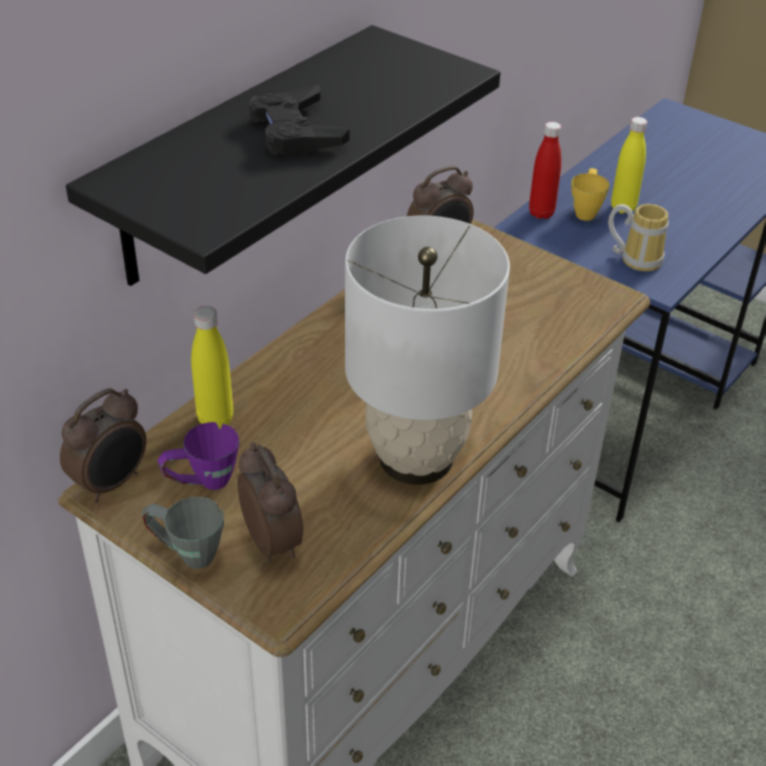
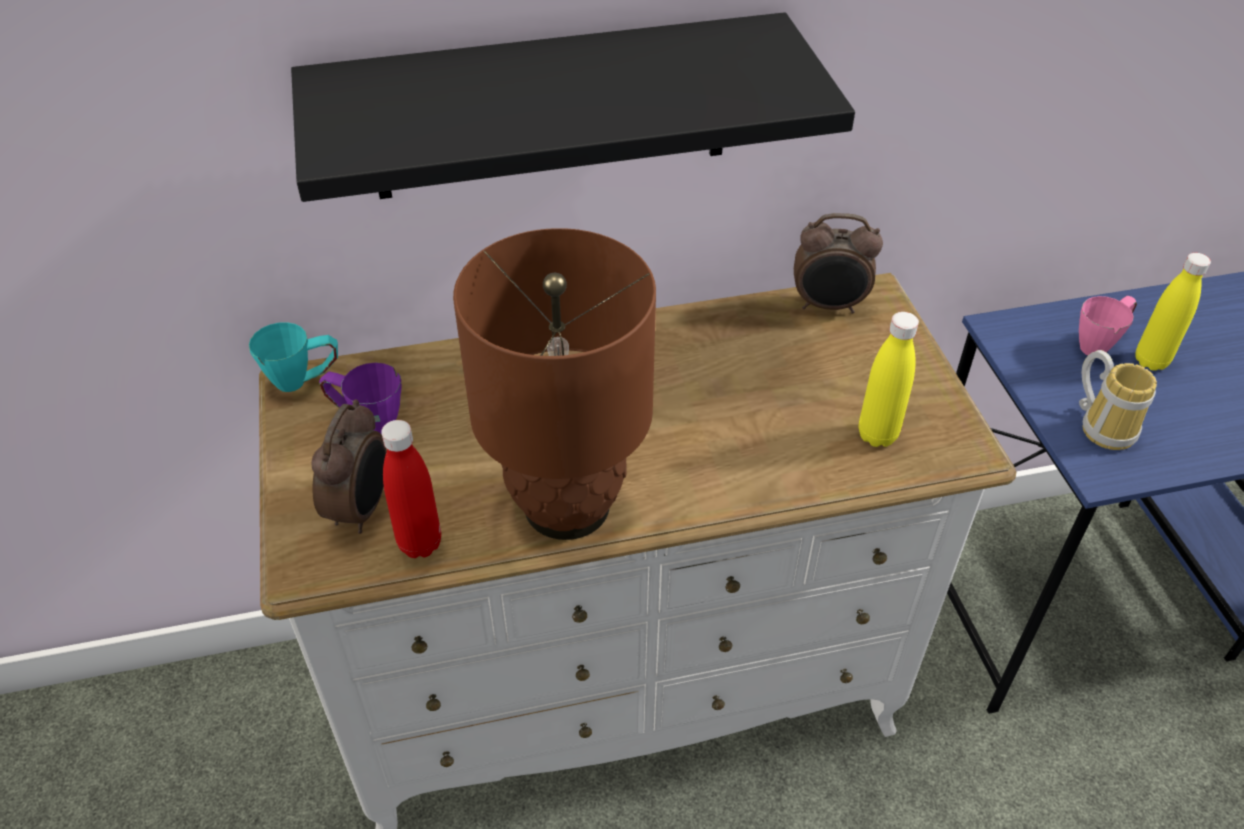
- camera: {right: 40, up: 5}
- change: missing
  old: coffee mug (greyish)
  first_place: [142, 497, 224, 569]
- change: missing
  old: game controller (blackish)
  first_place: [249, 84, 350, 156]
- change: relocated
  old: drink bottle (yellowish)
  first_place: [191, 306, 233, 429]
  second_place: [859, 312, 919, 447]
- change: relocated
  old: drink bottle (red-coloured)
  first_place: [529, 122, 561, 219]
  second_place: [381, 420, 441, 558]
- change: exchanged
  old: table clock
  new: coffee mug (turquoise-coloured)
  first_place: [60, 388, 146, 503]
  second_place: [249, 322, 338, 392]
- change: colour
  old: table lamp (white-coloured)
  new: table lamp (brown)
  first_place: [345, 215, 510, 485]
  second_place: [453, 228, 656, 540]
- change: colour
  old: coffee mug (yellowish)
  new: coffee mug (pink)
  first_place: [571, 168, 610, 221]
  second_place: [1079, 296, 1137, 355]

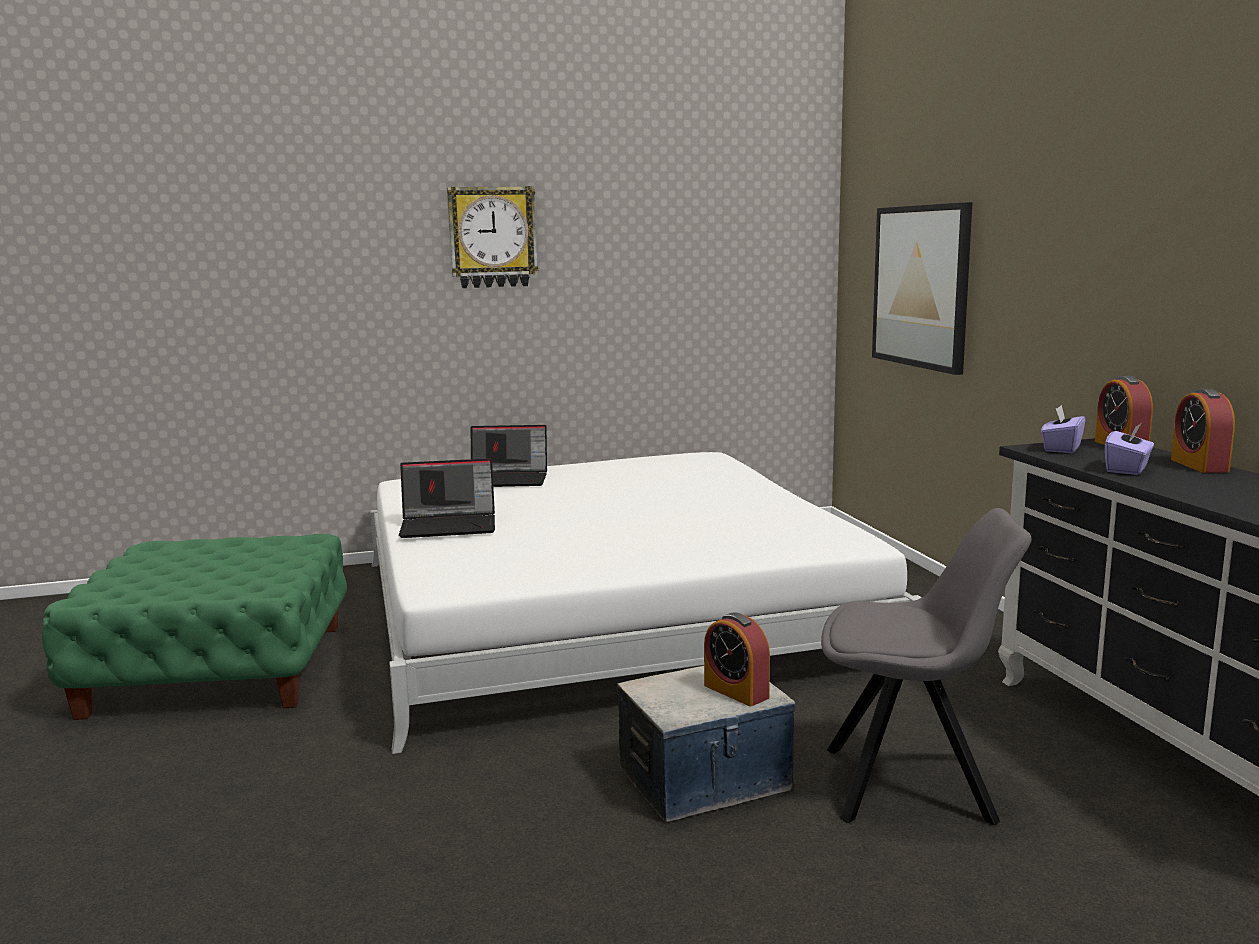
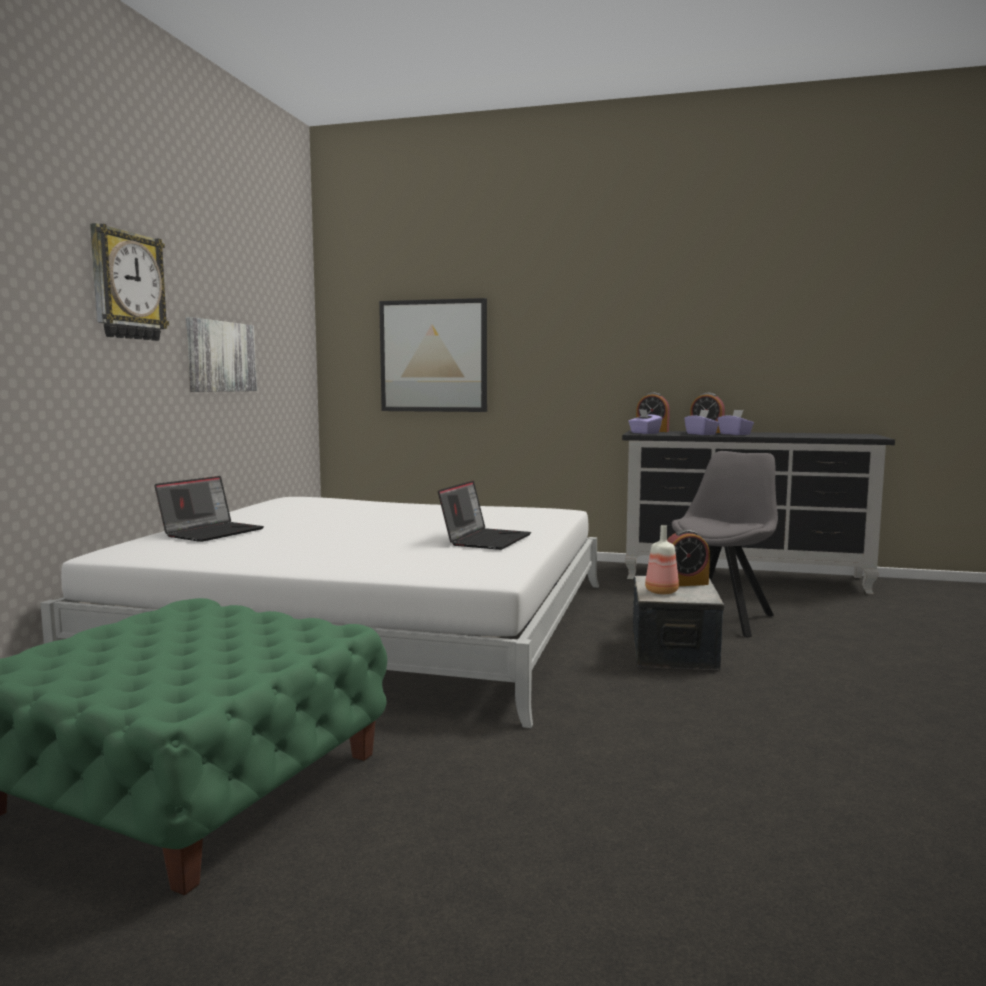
- camera: {right: -60, up: -5}
- change: appeared
  new: wall art
  second_place: [186, 317, 257, 392]
- change: appeared
  new: drink bottle
  second_place: [645, 525, 679, 594]
- change: appeared
  new: box of tissues (purple-coloured)
  second_place: [718, 410, 754, 435]
- change: relocated
  old: portable computer
  first_place: [399, 458, 495, 538]
  second_place: [438, 481, 531, 550]

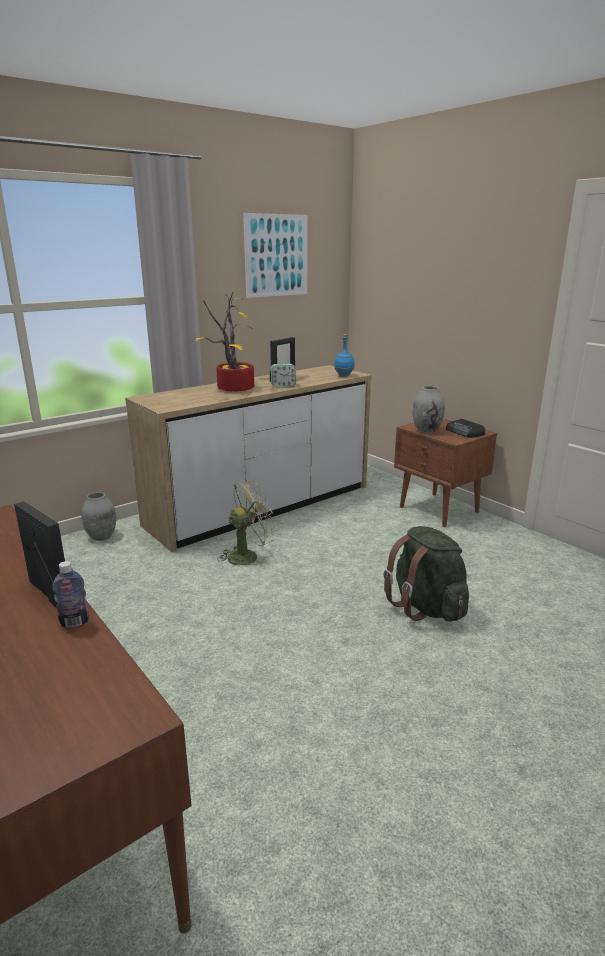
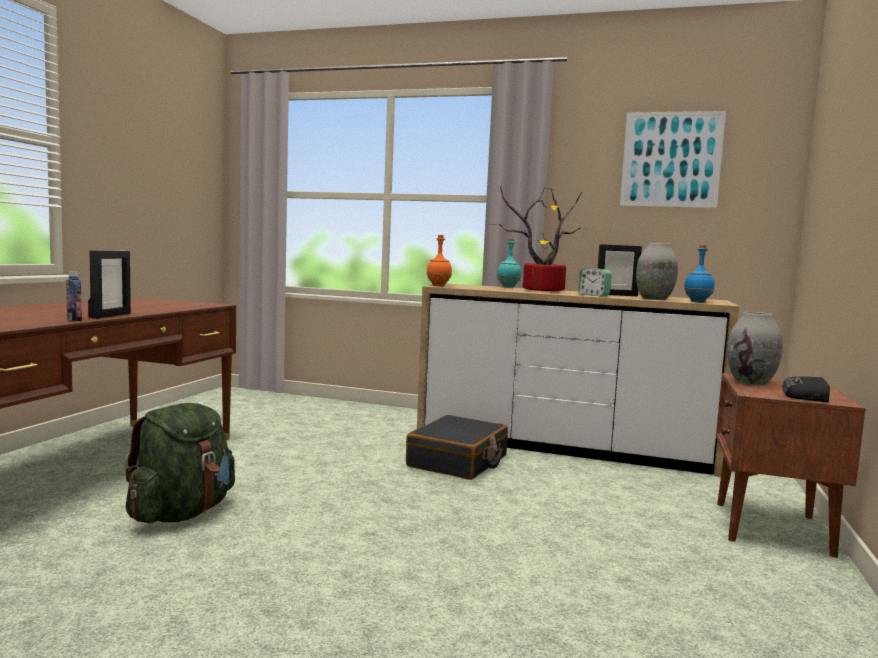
- camera: {right: 55, up: -15}
- change: appeared
  new: drink bottle (orangey)
  second_place: [426, 235, 452, 286]
- change: appeared
  new: drink bottle (turquoise-coloured)
  second_place: [497, 239, 521, 288]
- change: relocated
  old: flower vase (greyish)
  first_place: [81, 492, 116, 541]
  second_place: [636, 243, 678, 300]
- change: relocated
  old: knapsack (greenish)
  first_place: [383, 526, 469, 622]
  second_place: [125, 403, 235, 523]
- change: exchanged
  old: cooling fan (greenish)
  new: suitcase (blackish)
  first_place: [217, 480, 277, 567]
  second_place: [406, 415, 508, 480]

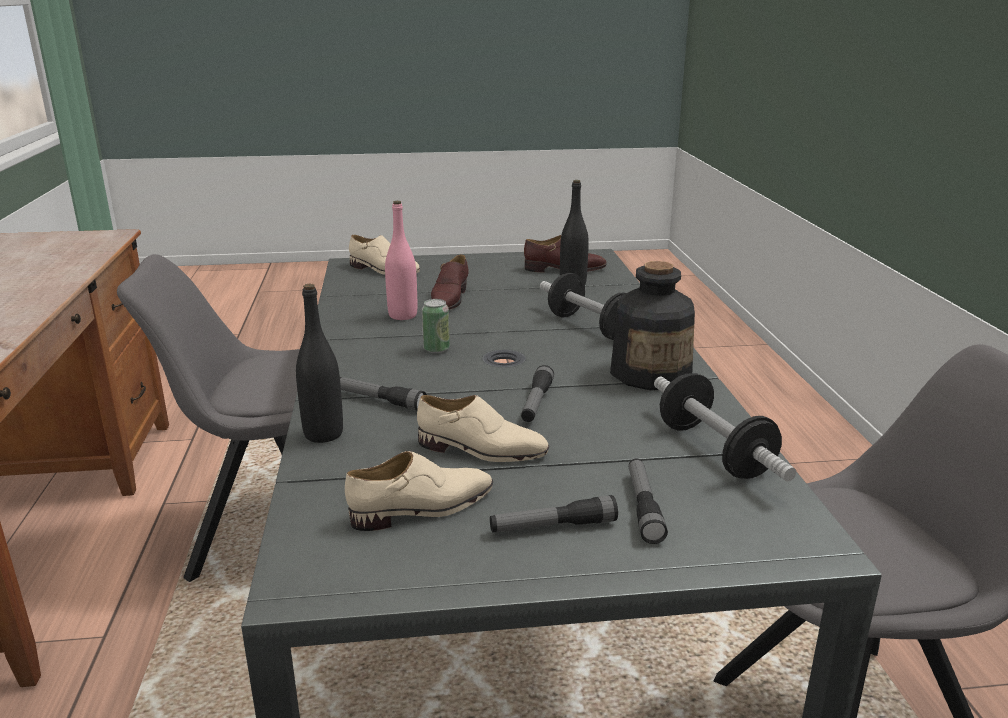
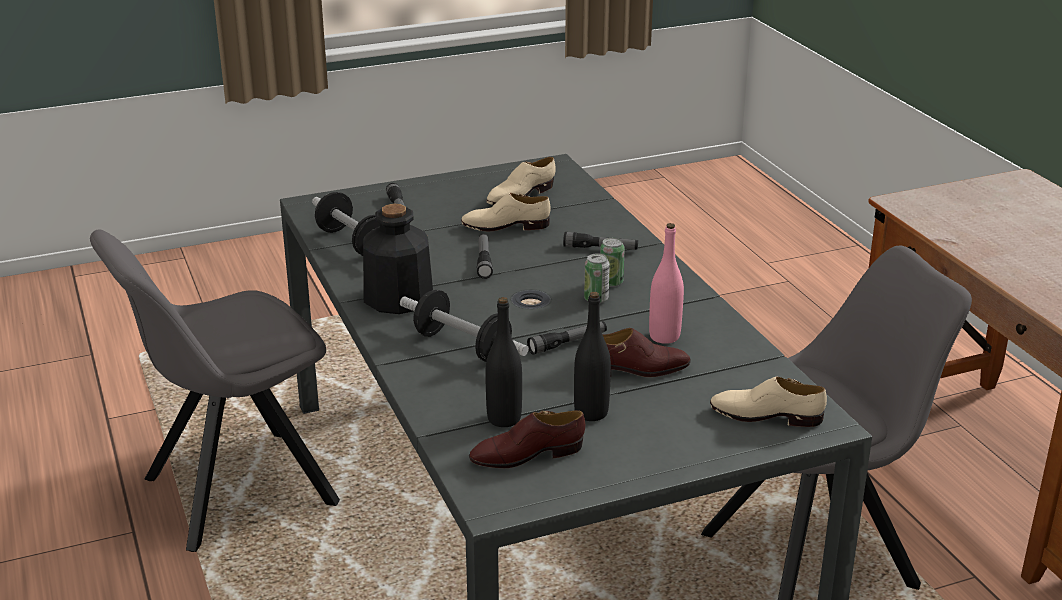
- camera: {right: 165, up: 5}
- change: appeared
  new: can
  second_place: [600, 238, 625, 287]
- change: relocated
  old: drink bottle (blackish)
  first_place: [296, 284, 343, 443]
  second_place: [574, 292, 611, 421]
- change: relocated
  old: hand torch
  first_place: [490, 495, 618, 532]
  second_place: [527, 321, 607, 355]
- change: spun
  old: low shoe (brown)
  first_place: [431, 255, 469, 310]
  second_place: [602, 328, 691, 377]
  degrees: 90

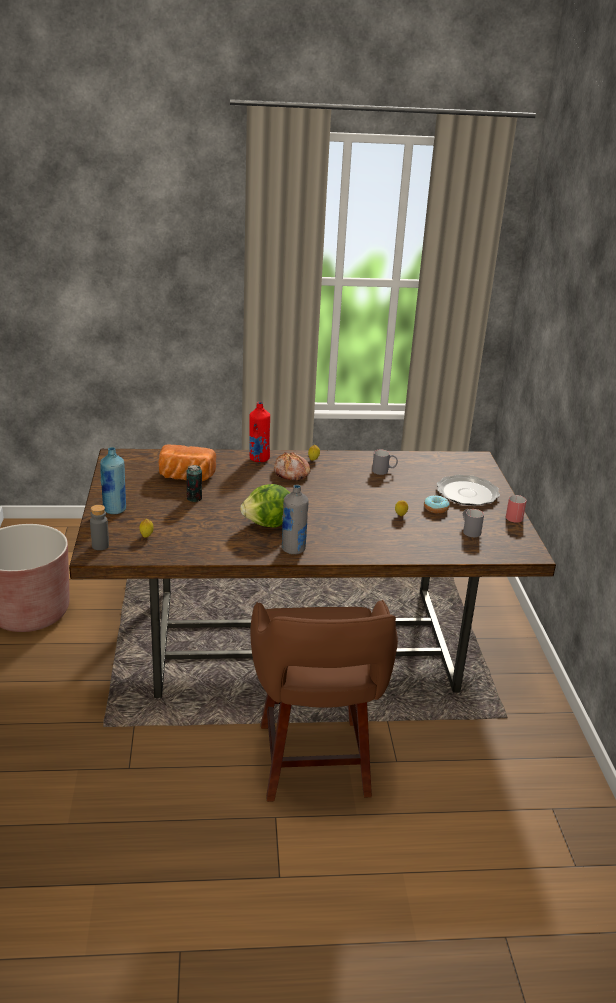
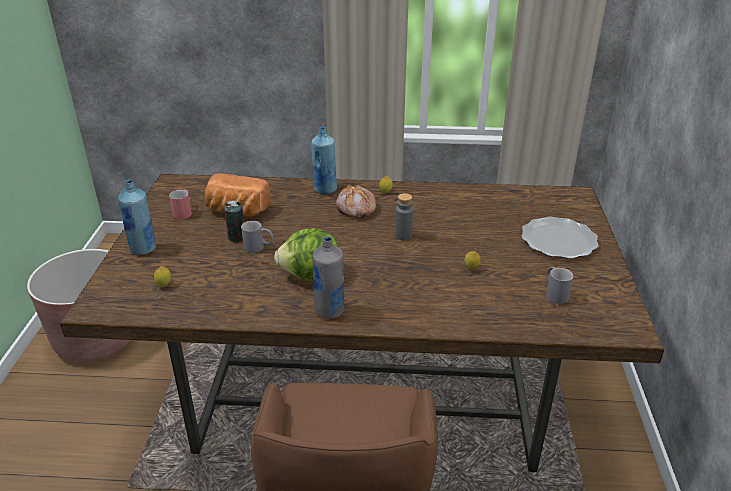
- camera: {right: 10, up: 5}
- change: missing
  old: doughnut
  first_place: [424, 495, 449, 514]
- change: relocated
  old: drink bottle (greyish)
  first_place: [90, 505, 109, 550]
  second_place: [395, 193, 413, 240]
- change: relocated
  old: coffee mug (greyish)
  first_place: [372, 450, 398, 475]
  second_place: [241, 221, 274, 253]
- change: relocated
  old: coffee mug (red-coloured)
  first_place: [506, 495, 527, 523]
  second_place: [169, 190, 192, 220]
- change: colour
  old: drink bottle (red-coloured)
  new: drink bottle (blue-coloured)
  first_place: [249, 402, 270, 462]
  second_place: [311, 126, 337, 194]

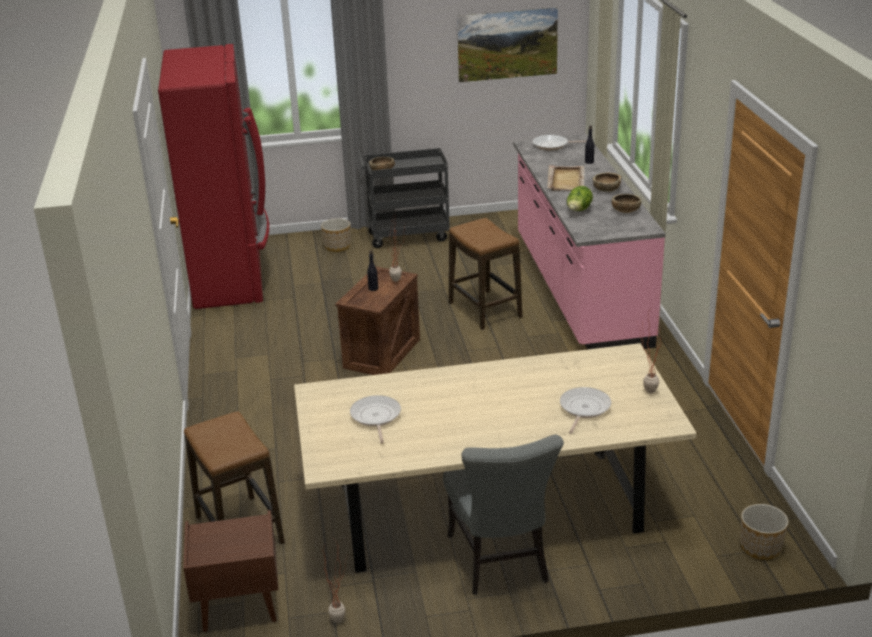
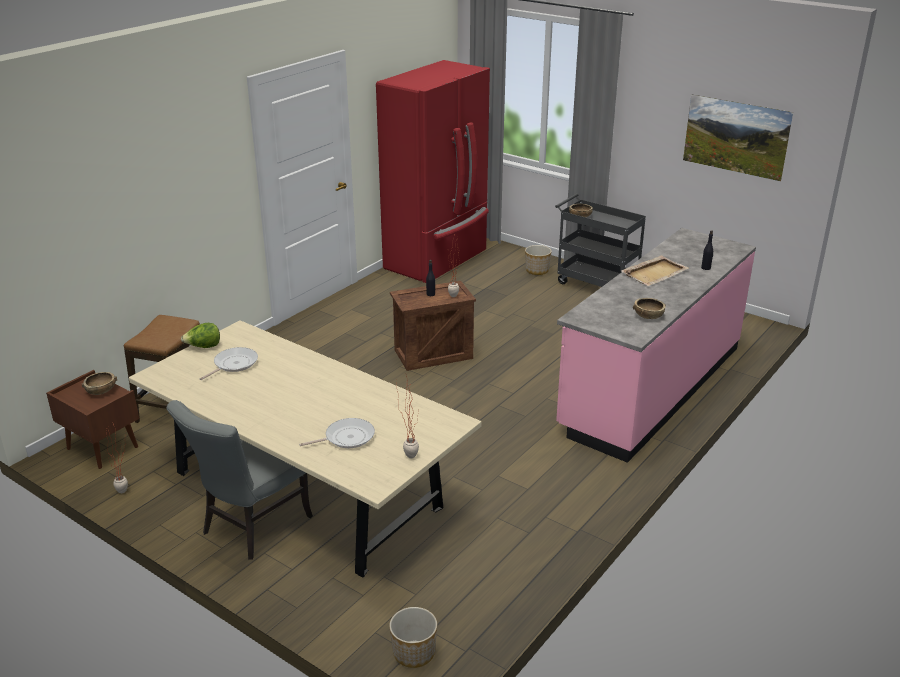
- camera: {right: 45, up: 0}
- change: missing
  old: sitting stool
  first_place: [449, 218, 522, 330]
- change: missing
  old: frying pan
  first_place: [533, 135, 587, 150]
- change: relocated
  old: head of lettuce
  first_place: [567, 186, 593, 211]
  second_place: [181, 323, 220, 348]
- change: relocated
  old: serving bowl (brown)
  first_place: [592, 173, 621, 192]
  second_place: [82, 372, 117, 395]

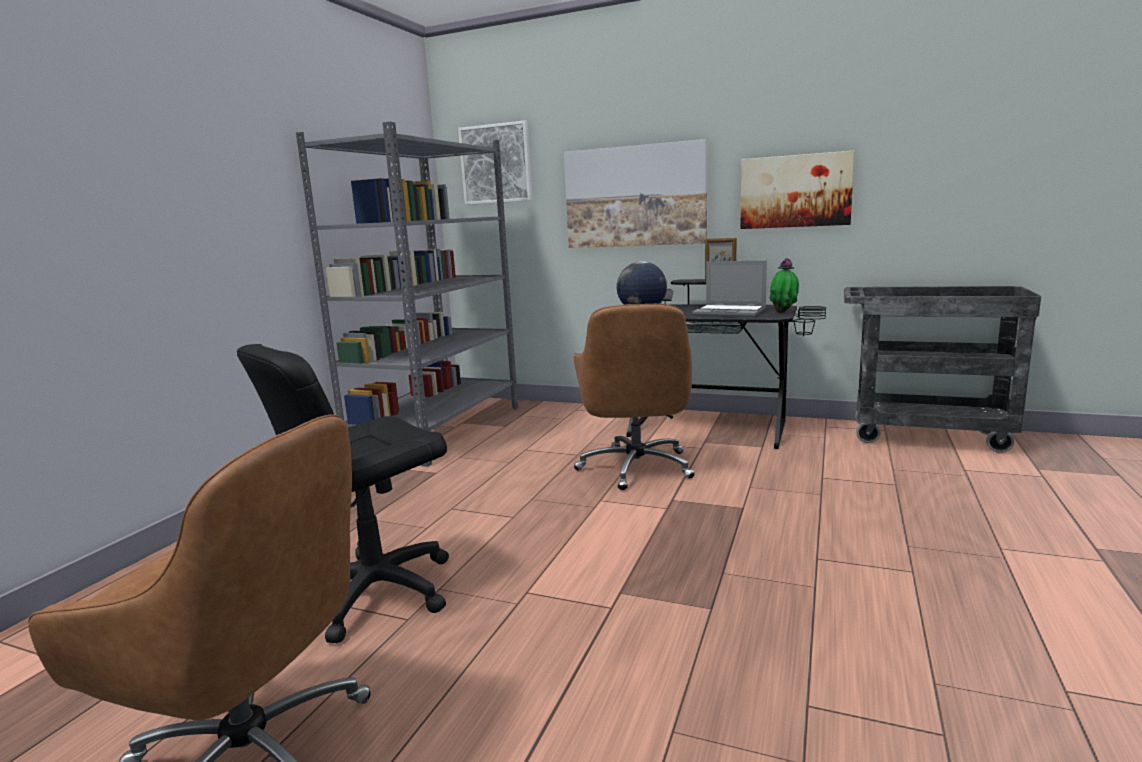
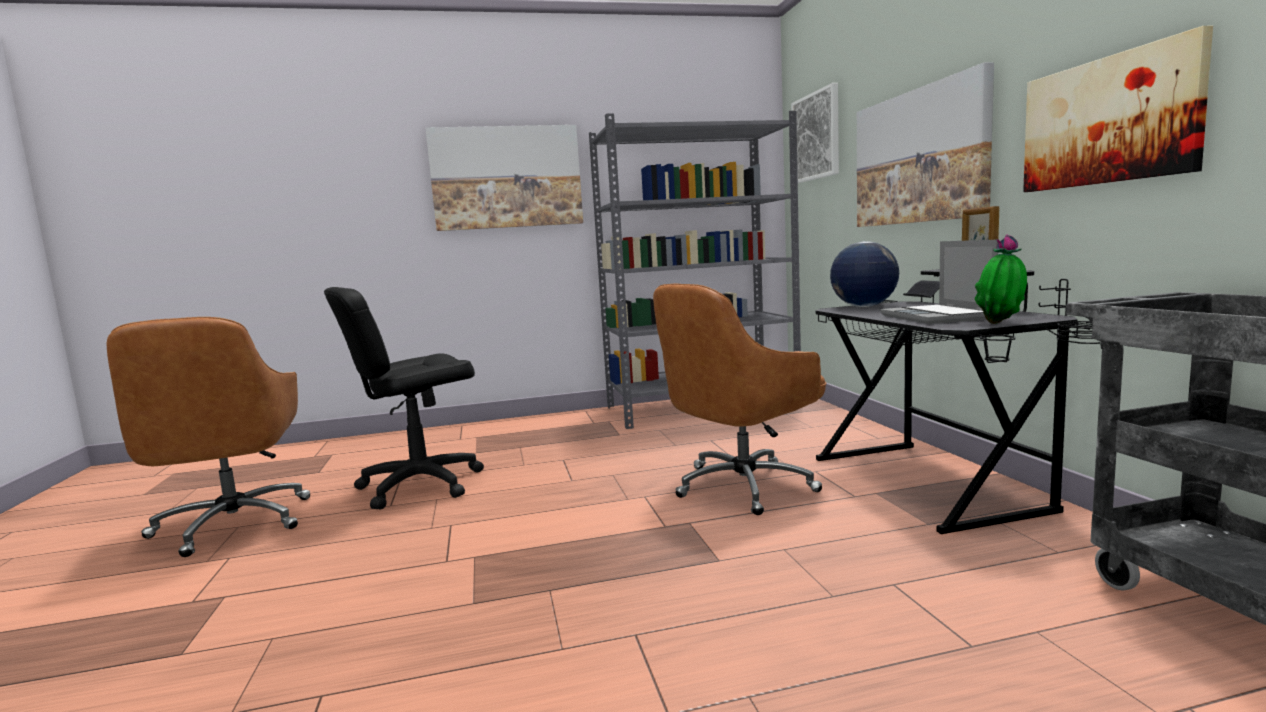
- camera: {right: 55, up: -5}
- change: appeared
  new: wall art
  second_place: [425, 125, 583, 231]
- change: spun
  old: office chair (blackish)
  first_place: [237, 344, 449, 643]
  second_place: [324, 287, 484, 510]
  degrees: -45

